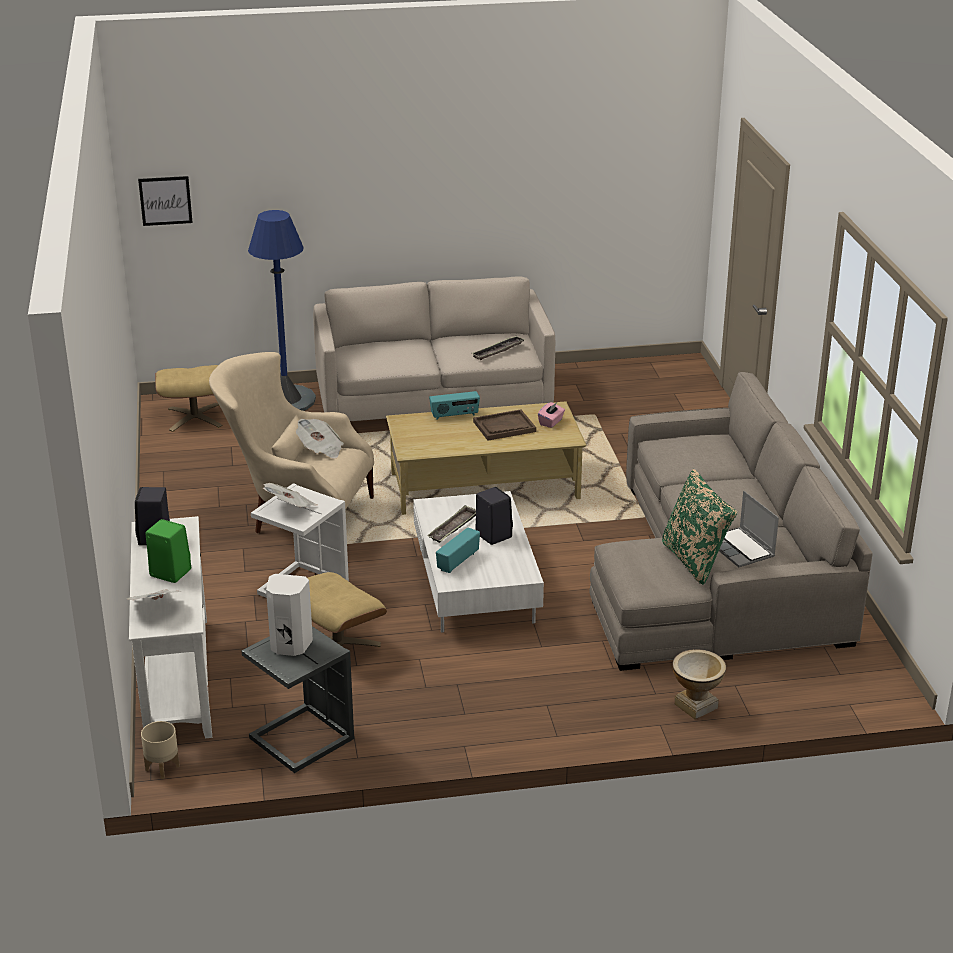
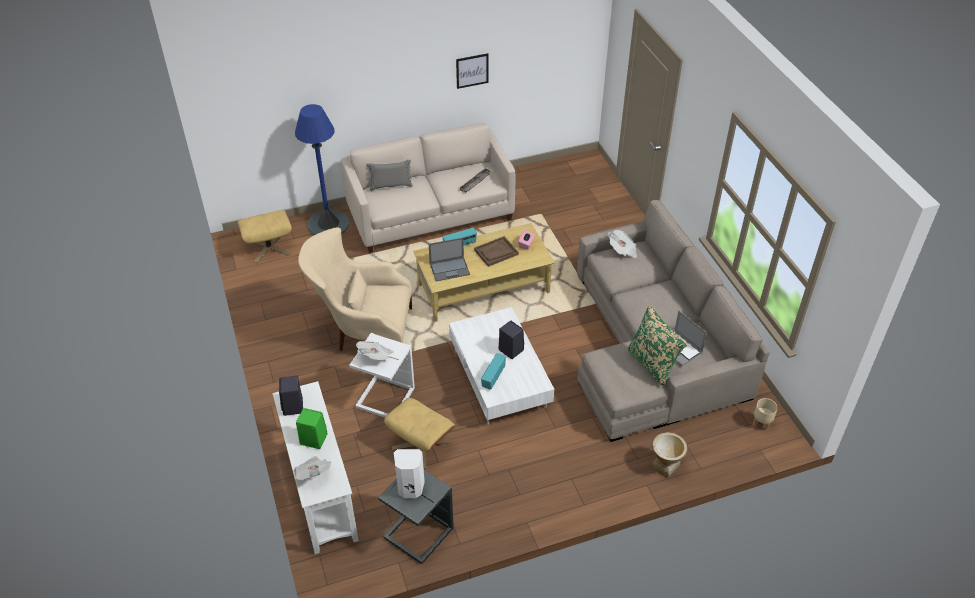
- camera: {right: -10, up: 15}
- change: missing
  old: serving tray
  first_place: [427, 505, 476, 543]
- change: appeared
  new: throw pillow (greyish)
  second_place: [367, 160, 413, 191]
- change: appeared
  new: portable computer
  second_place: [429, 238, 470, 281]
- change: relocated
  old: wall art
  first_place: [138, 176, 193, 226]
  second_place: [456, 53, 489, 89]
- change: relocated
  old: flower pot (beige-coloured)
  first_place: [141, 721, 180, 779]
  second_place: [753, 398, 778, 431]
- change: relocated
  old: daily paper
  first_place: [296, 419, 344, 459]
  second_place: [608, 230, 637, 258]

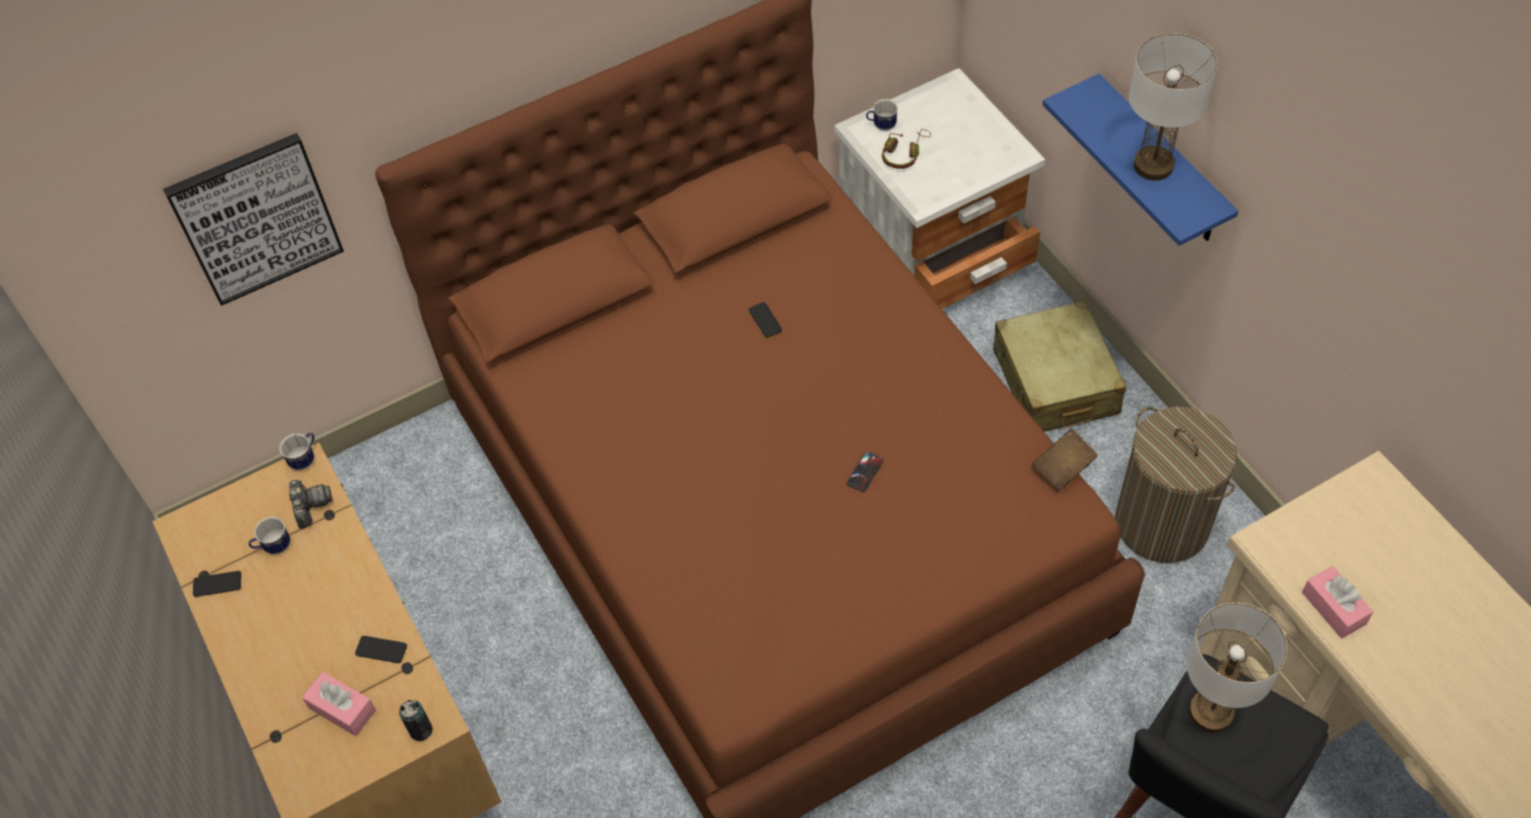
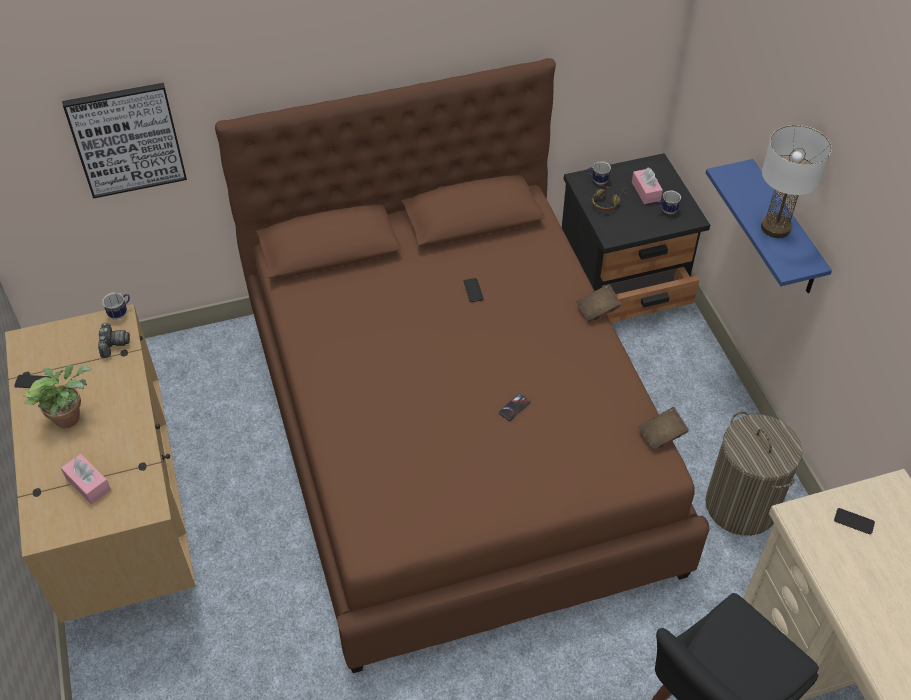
- camera: {right: 10, up: -5}
- change: missing
  old: can
  first_place: [399, 700, 432, 741]
- change: missing
  old: suitcase (beige-coloured)
  first_place: [993, 301, 1126, 432]
- change: missing
  old: table lamp
  first_place: [1187, 603, 1287, 733]
- change: appeared
  new: potted plant
  second_place: [24, 364, 93, 428]
- change: appeared
  new: book (brown)
  second_place: [576, 284, 621, 323]
- change: relocated
  old: coffee mug
  first_place: [248, 517, 290, 555]
  second_place: [658, 190, 681, 214]
- change: relocated
  old: telephone
  first_place: [355, 636, 407, 663]
  second_place: [834, 508, 875, 534]
- change: relocated
  old: box of tissues (pink)
  first_place: [1302, 566, 1373, 638]
  second_place: [632, 167, 663, 204]
- change: colour
  old: bedside table (white-coloured)
  new: bedside table (blackish)
  first_place: [834, 68, 1045, 309]
  second_place: [562, 153, 710, 323]

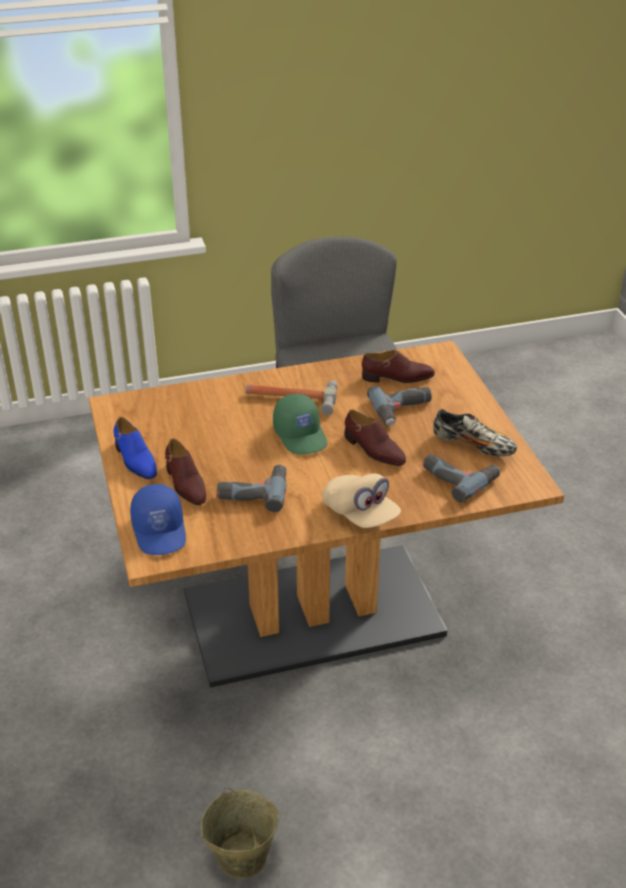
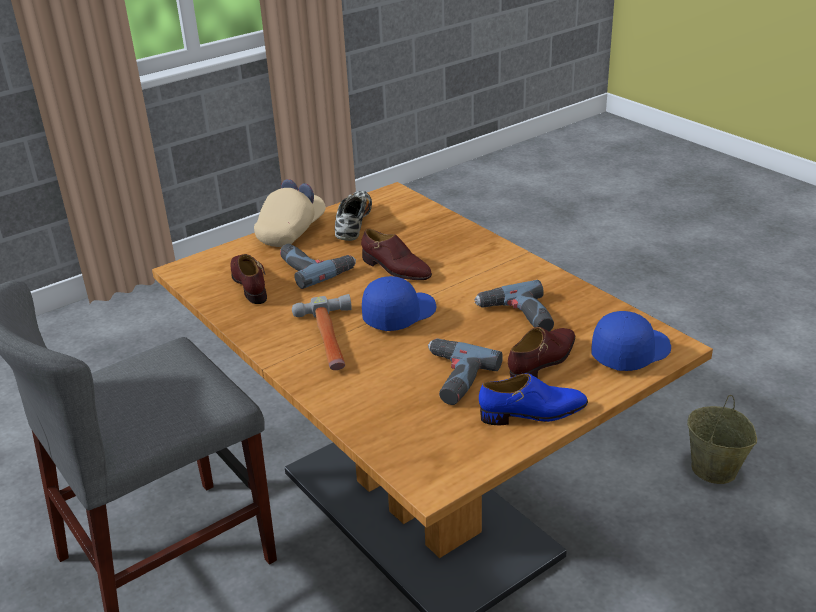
- camera: {right: -110, up: -5}
- change: relocated
  old: cap (beige-coloured)
  first_place: [323, 473, 401, 528]
  second_place: [254, 179, 326, 247]
- change: relocated
  old: drill
  first_place: [423, 454, 500, 503]
  second_place: [428, 338, 503, 405]
- change: colour
  old: cap (greenish)
  new: cap (blue-coloured)
  first_place: [273, 394, 327, 455]
  second_place: [362, 276, 436, 331]
- change: spun
  old: low shoe (blue-coloured)
  first_place: [114, 417, 157, 479]
  second_place: [479, 373, 588, 425]
  degrees: 45
- change: spun
  old: low shoe (brown)
  first_place: [345, 410, 406, 466]
  second_place: [361, 229, 432, 280]
  degrees: 105

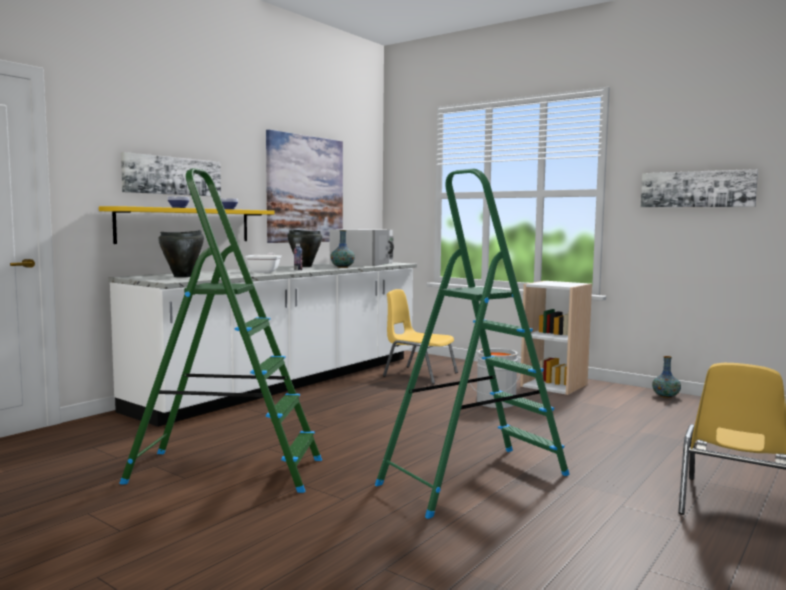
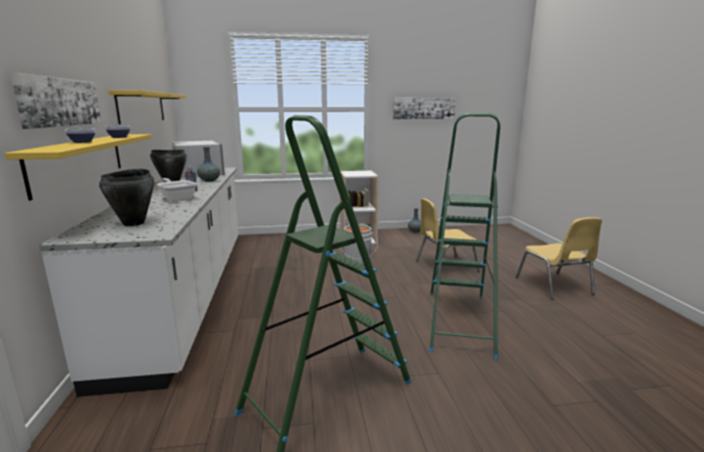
- camera: {right: -45, up: 10}
- change: relocated
  old: upright chair (yellowish)
  first_place: [383, 289, 458, 384]
  second_place: [416, 198, 480, 277]
- change: exchanged
  old: wall art
  new: bracket shelf (yellowish)
  first_place: [266, 130, 343, 243]
  second_place: [108, 90, 186, 124]

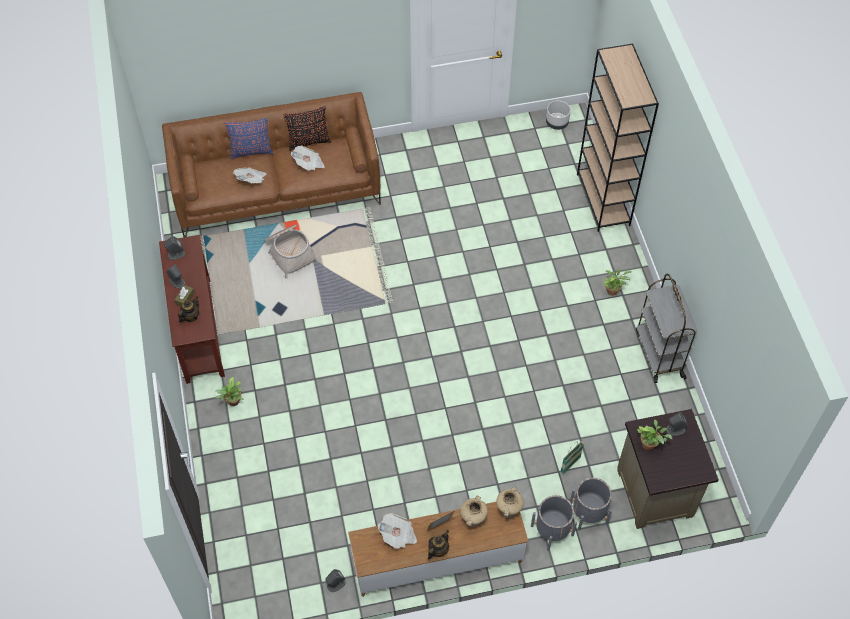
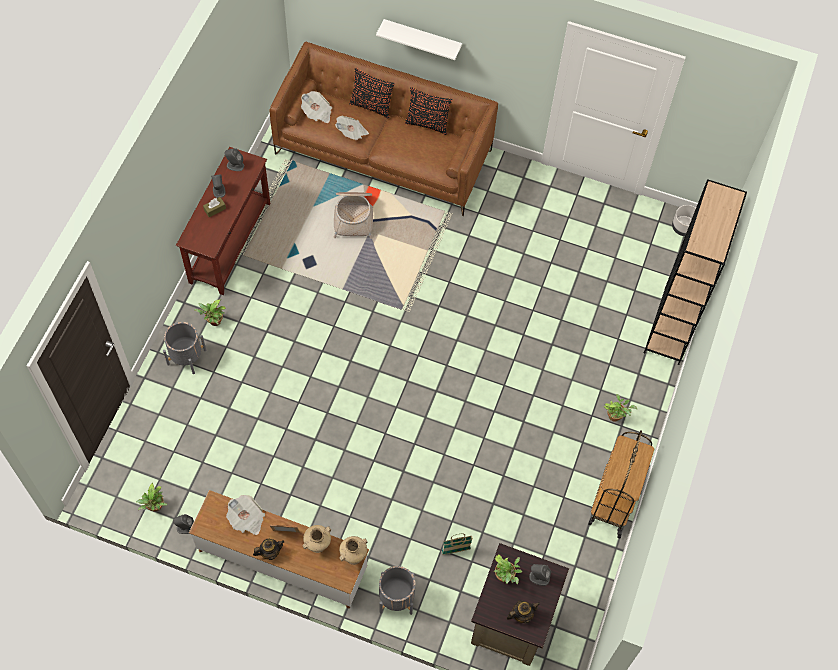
- camera: {right: 30, up: 5}
- change: appeared
  new: potted plant
  second_place: [136, 483, 167, 512]
- change: appeared
  new: bracket shelf (white-coloured)
  second_place: [376, 19, 462, 60]
- change: relocated
  old: pot for tea
  first_place: [178, 296, 199, 323]
  second_place: [507, 601, 540, 624]
- change: relocated
  old: daily paper
  first_place: [291, 146, 325, 171]
  second_place: [301, 91, 332, 123]
- change: relocated
  old: flower pot (greyish)
  first_place: [570, 478, 612, 531]
  second_place: [163, 322, 206, 374]
- change: colour
  old: throw pillow (blue-coloured)
  new: throw pillow (blackish)
  first_place: [225, 118, 273, 159]
  second_place: [349, 68, 395, 119]
- change: colour
  old: wheeled cart (greyish)
  new: wheeled cart (brown)
  first_place: [636, 274, 697, 383]
  second_place: [588, 430, 654, 539]

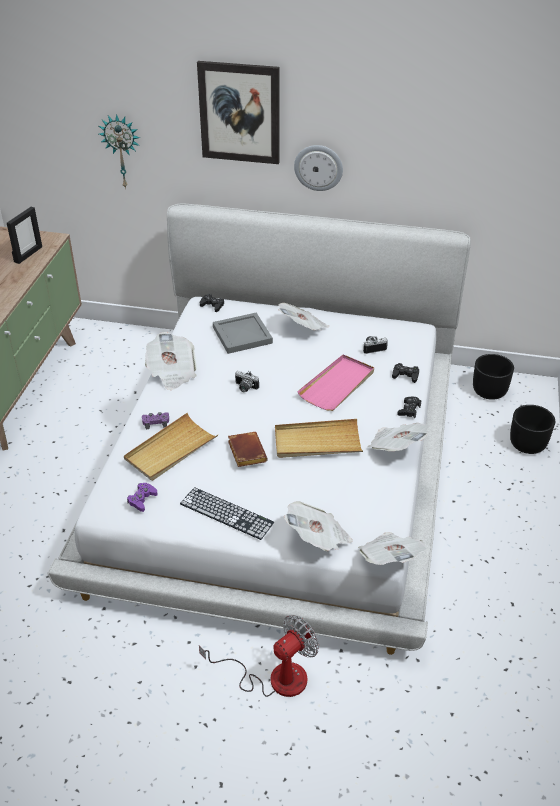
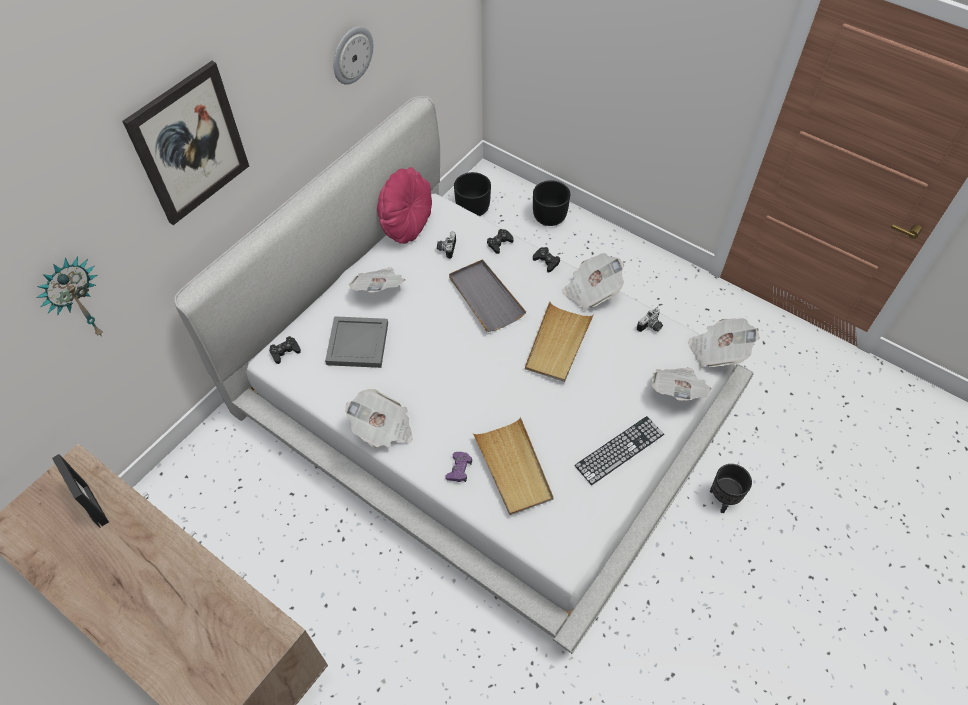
- camera: {right: -65, up: 15}
- change: missing
  old: game controller (purple-coloured)
  first_place: [127, 483, 158, 512]
- change: missing
  old: book (brown)
  first_place: [228, 432, 268, 467]
- change: appeared
  new: throw pillow (pink)
  second_place: [377, 167, 432, 244]
- change: relocated
  old: still camera
  first_place: [235, 371, 259, 392]
  second_place: [637, 308, 663, 332]
- change: relocated
  old: wall clock
  first_place: [294, 145, 343, 191]
  second_place: [333, 26, 373, 85]
- change: exchanged
  old: cooling fan
  new: flower pot (blackish)
  first_place: [199, 615, 319, 697]
  second_place: [710, 464, 752, 513]
- change: colour
  old: serving tray (pink)
  new: serving tray (greyish)
  first_place: [297, 354, 374, 411]
  second_place: [449, 259, 526, 332]

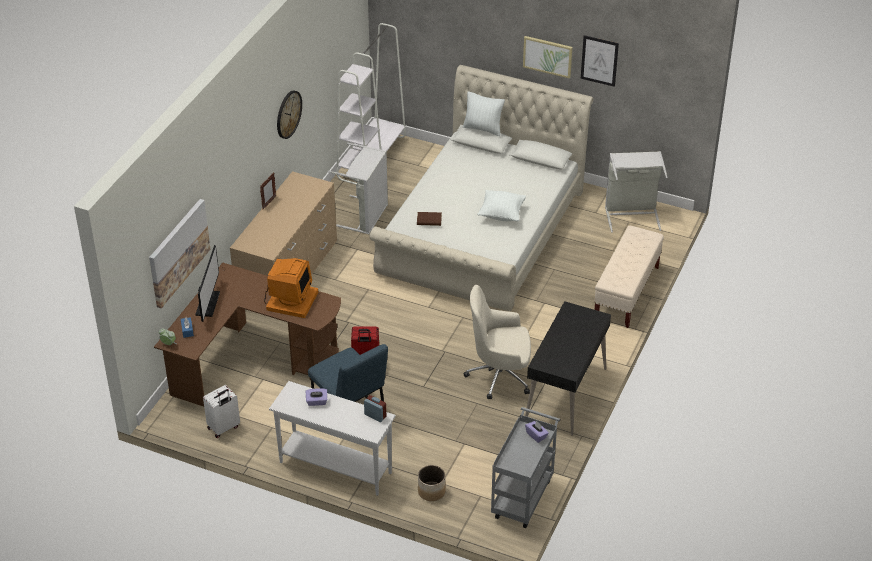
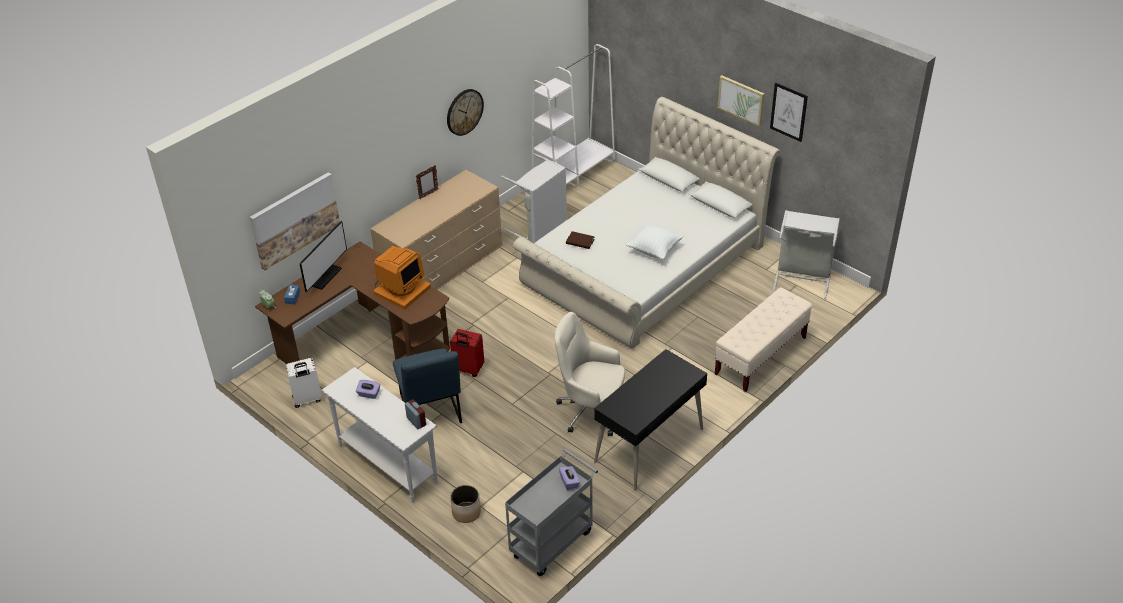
- camera: {right: 20, up: 0}
- change: missing
  old: throw pillow (white-coloured)
  first_place: [463, 92, 505, 136]

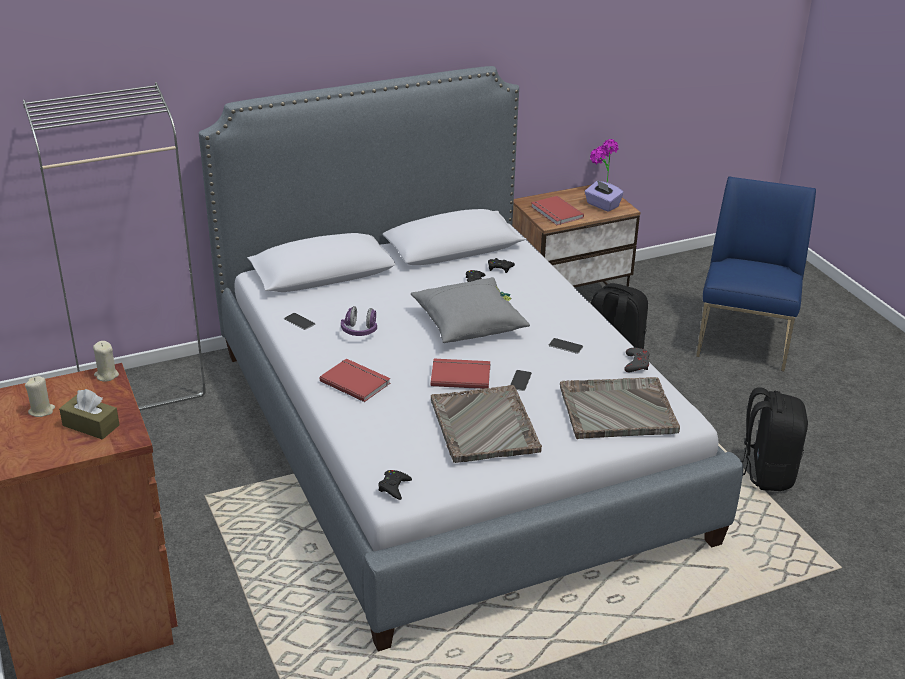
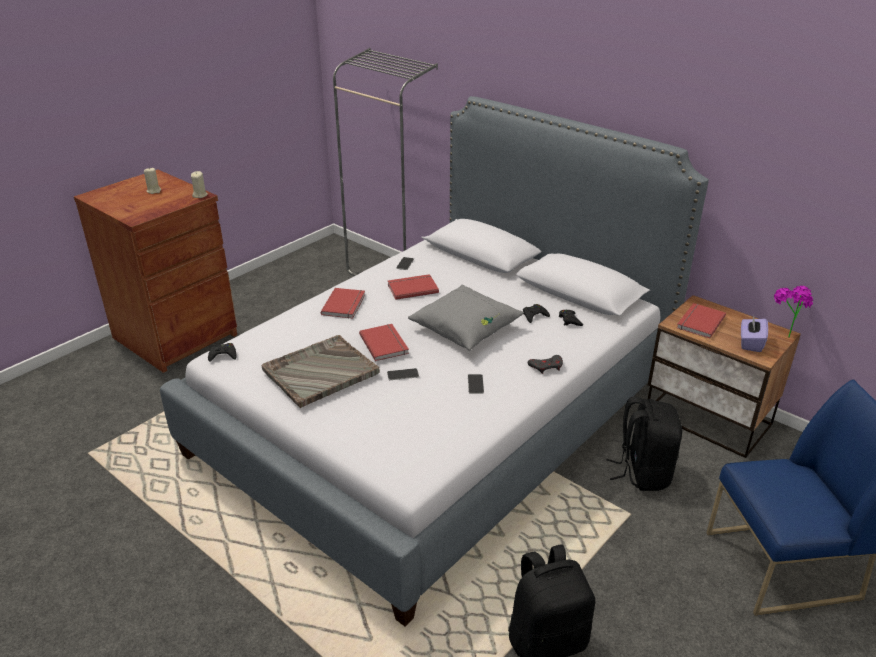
- camera: {right: 65, up: 0}
- change: missing
  old: box of tissues (brown)
  first_place: [59, 389, 120, 440]
- change: missing
  old: serving tray (greyish)
  first_place: [560, 377, 680, 439]
- change: relocated
  old: game controller (greyish)
  first_place: [624, 347, 650, 372]
  second_place: [528, 355, 563, 374]
- change: exchanged
  old: headphones (purple-coloured)
  new: book (red-coloured)
  first_place: [341, 306, 377, 336]
  second_place: [388, 274, 439, 300]

